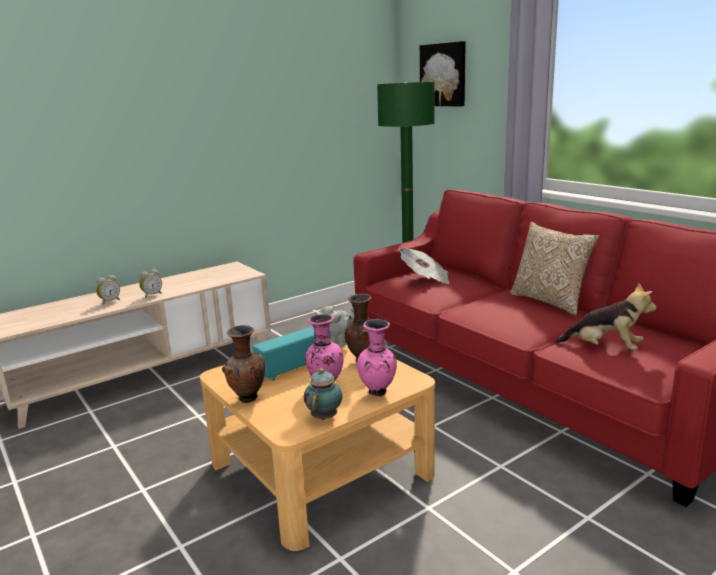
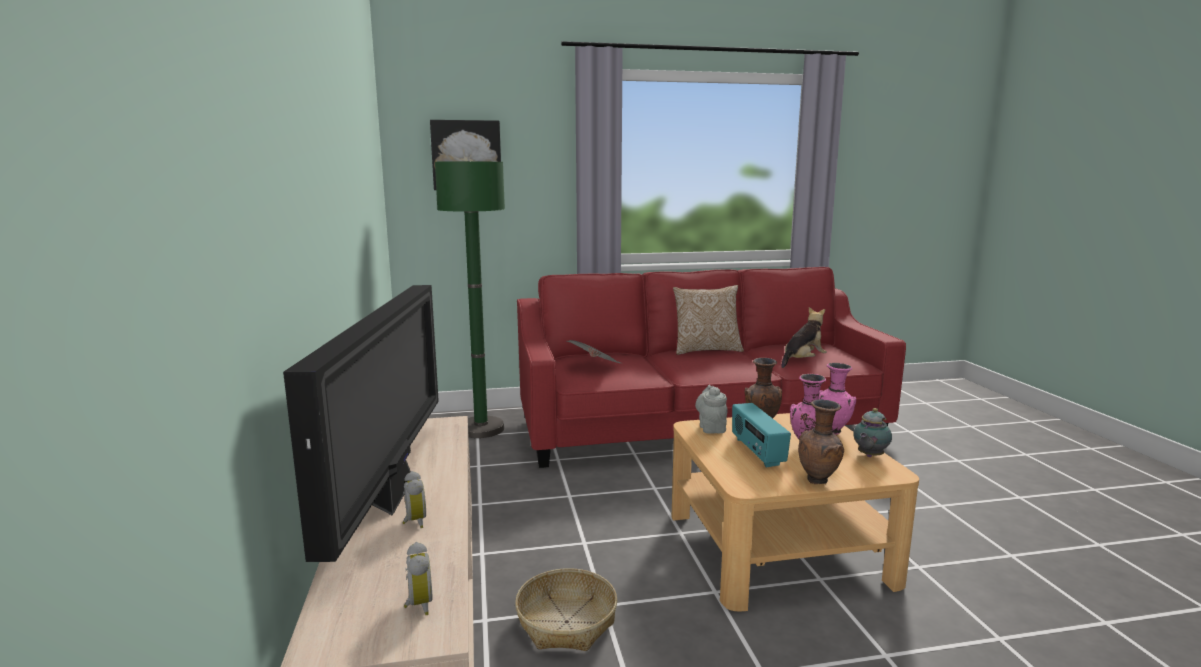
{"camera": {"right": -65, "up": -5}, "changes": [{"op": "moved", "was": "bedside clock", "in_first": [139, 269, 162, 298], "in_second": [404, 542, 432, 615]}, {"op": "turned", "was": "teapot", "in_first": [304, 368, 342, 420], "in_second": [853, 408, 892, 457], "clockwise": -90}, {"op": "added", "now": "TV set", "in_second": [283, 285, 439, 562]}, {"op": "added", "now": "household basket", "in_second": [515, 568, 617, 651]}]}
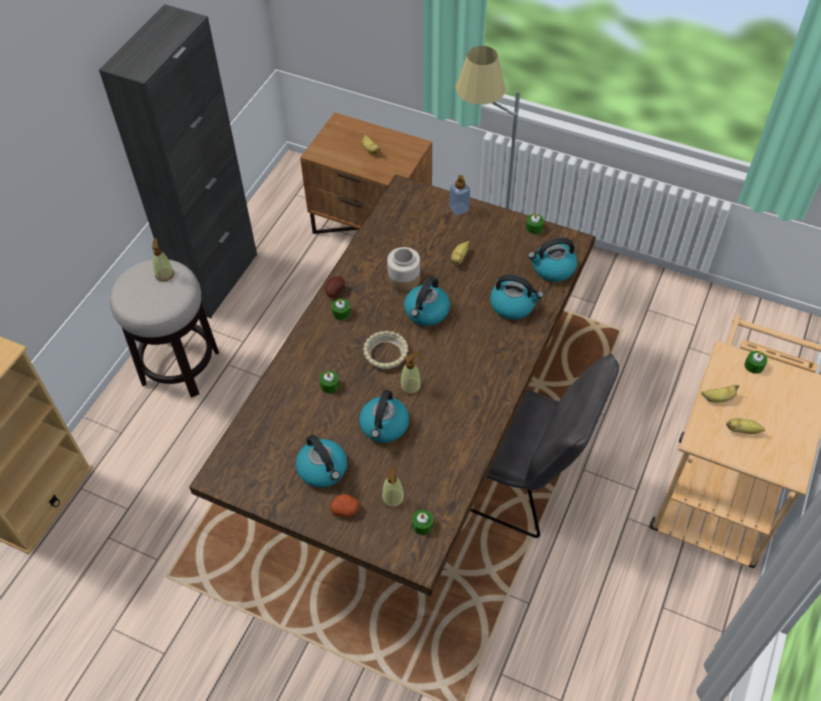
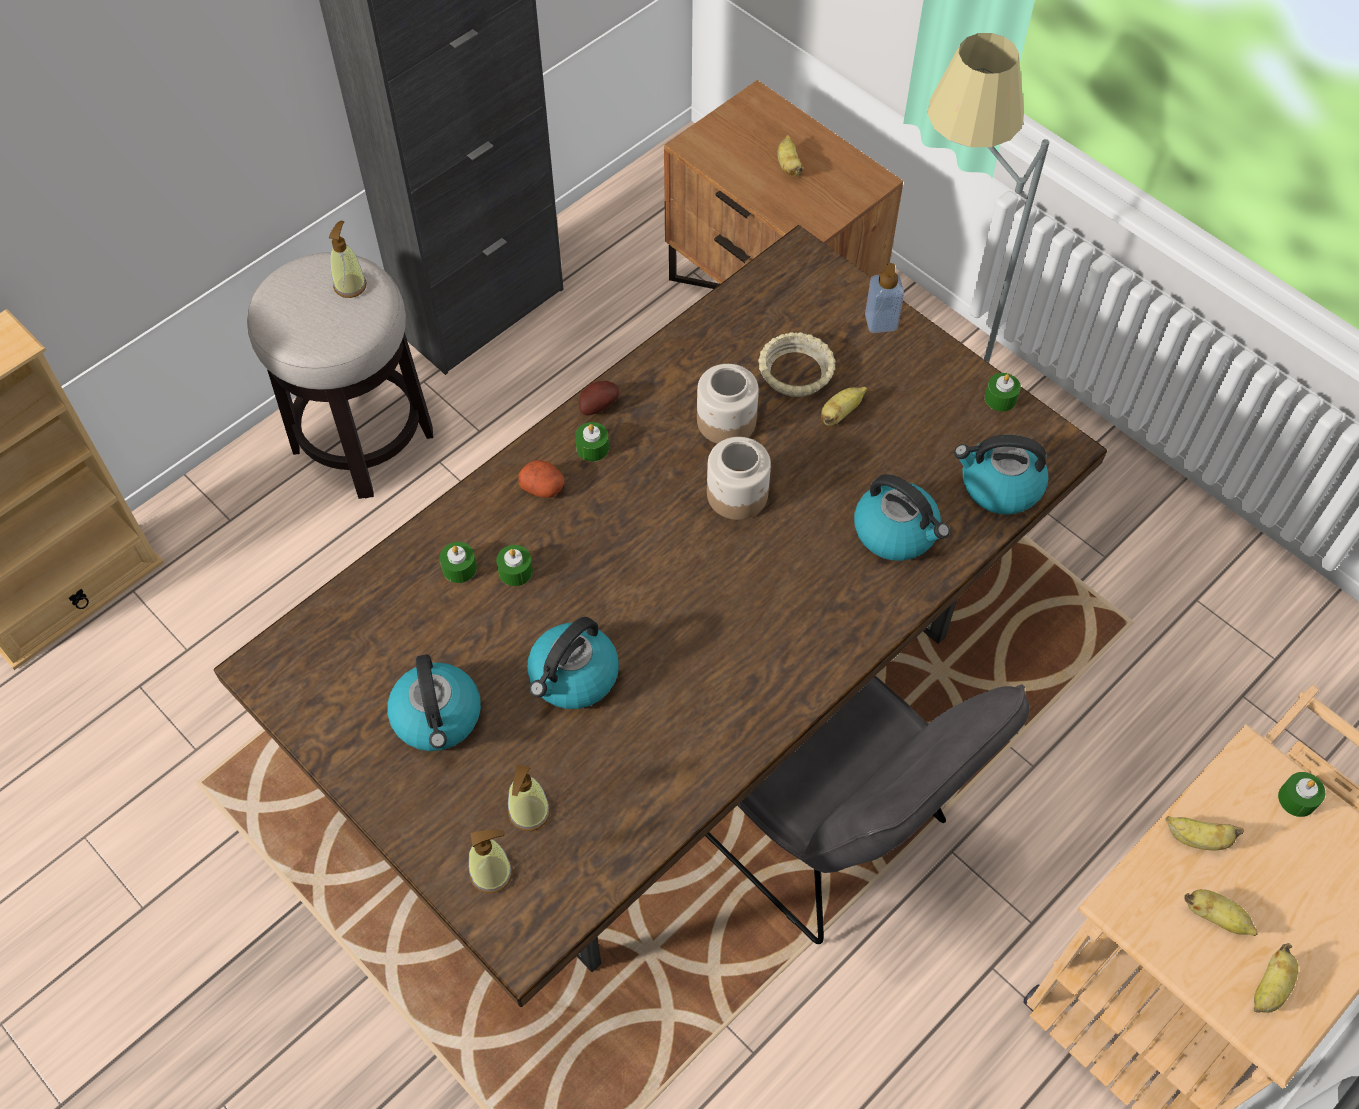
{"camera": {"right": 20, "up": 5}, "changes": [{"op": "replaced", "was": "tea kettle", "now": "jar", "in_first": [404, 277, 450, 326], "in_second": [707, 437, 771, 520]}, {"op": "moved", "was": "serving bowl (beige)", "in_first": [363, 331, 408, 369], "in_second": [758, 332, 836, 397]}, {"op": "moved", "was": "soap bottle", "in_first": [400, 352, 421, 395], "in_second": [469, 830, 513, 893]}, {"op": "moved", "was": "potato", "in_first": [330, 494, 359, 517], "in_second": [518, 460, 565, 498]}, {"op": "moved", "was": "wax candle (greenish)", "in_first": [412, 510, 433, 535], "in_second": [440, 542, 477, 583]}, {"op": "added", "now": "whole banana", "in_second": [1254, 943, 1298, 1013]}]}
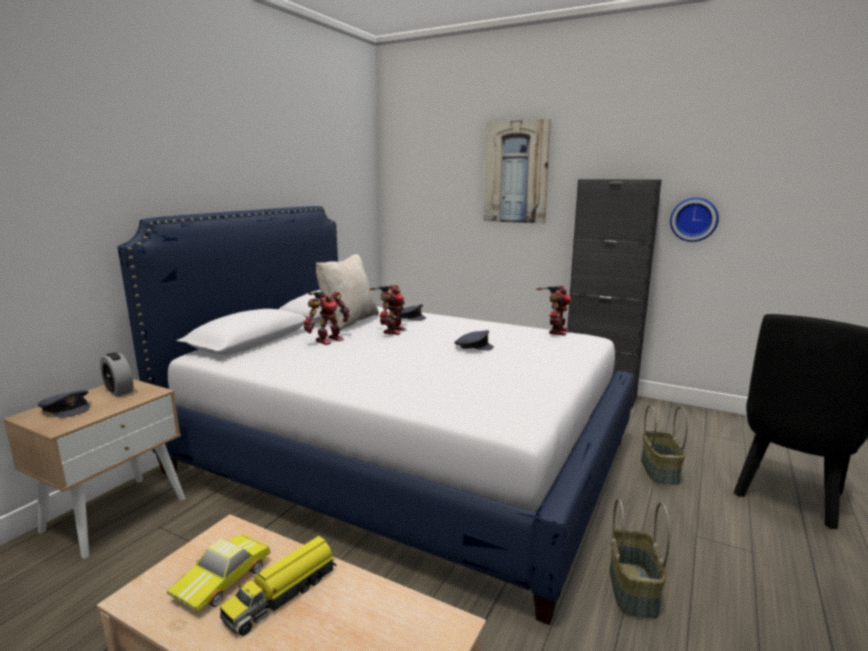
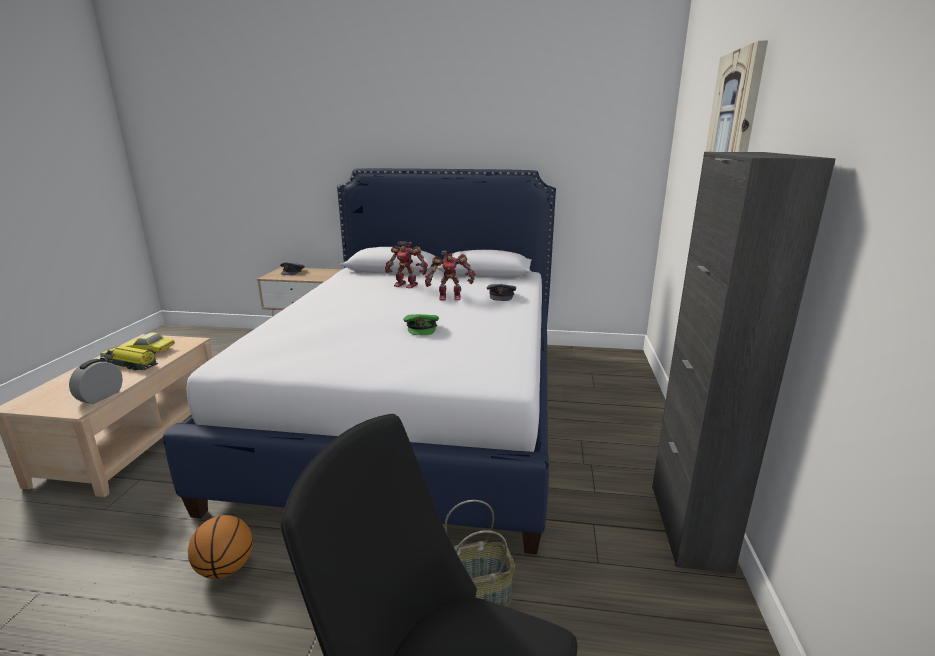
{"camera": {"right": 70, "up": 5}, "changes": [{"op": "removed", "was": "wall clock", "in_first": [670, 197, 719, 242]}, {"op": "removed", "was": "pillow (beige)", "in_first": [316, 254, 379, 331]}, {"op": "removed", "was": "toy robot", "in_first": [537, 285, 572, 336]}, {"op": "recoloured", "was": "peaked cap (gray)", "now": "peaked cap (greenish)", "in_first": [454, 330, 494, 351], "in_second": [403, 314, 439, 335]}, {"op": "moved", "was": "bedside clock", "in_first": [100, 352, 133, 396], "in_second": [69, 359, 123, 404]}, {"op": "replaced", "was": "household basket", "now": "basketball ball", "in_first": [610, 499, 670, 619], "in_second": [188, 515, 253, 579]}]}
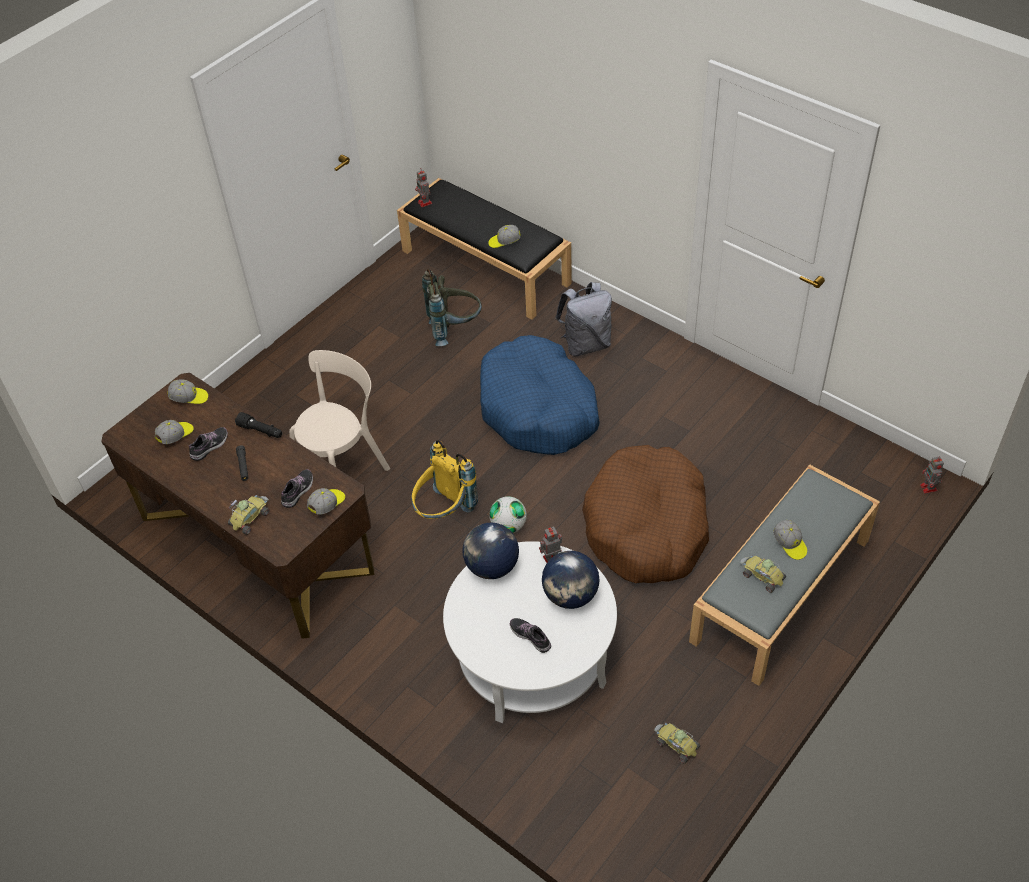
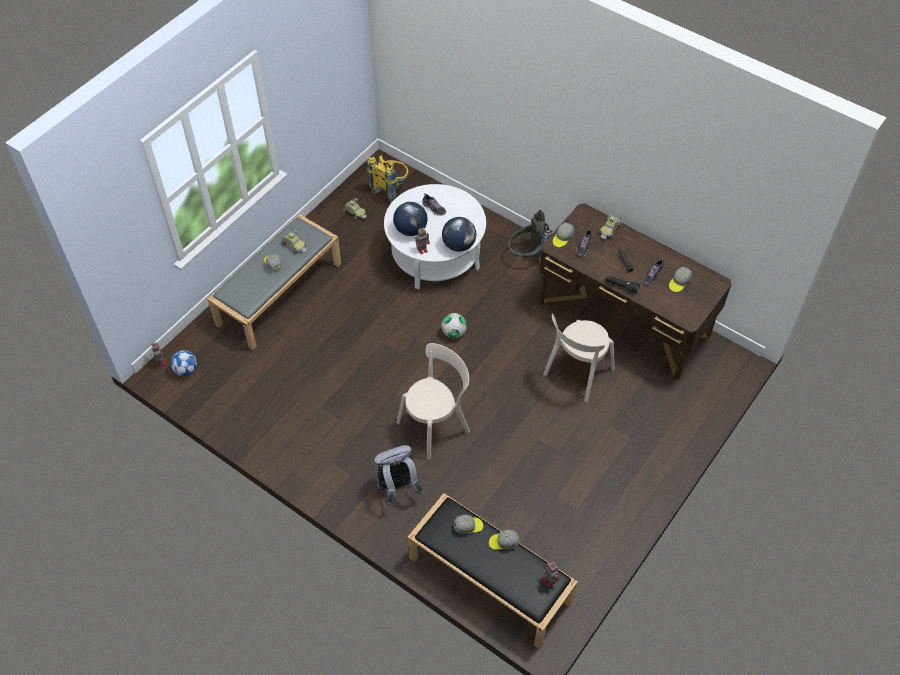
{"camera": {"right": 175, "up": 5}, "changes": [{"op": "moved", "was": "backpack (gray)", "in_first": [422, 269, 482, 346], "in_second": [508, 210, 553, 261]}, {"op": "replaced", "was": "dog bed (bluish)", "now": "chair (beige)", "in_first": [480, 335, 600, 455], "in_second": [397, 343, 470, 459]}, {"op": "moved", "was": "peaked cap", "in_first": [168, 379, 208, 404], "in_second": [489, 530, 519, 550]}, {"op": "moved", "was": "backpack (yellowish)", "in_first": [411, 440, 478, 519], "in_second": [367, 155, 409, 204]}, {"op": "removed", "was": "dog bed (brown)", "in_first": [582, 445, 709, 583]}, {"op": "added", "now": "football ball", "in_second": [170, 350, 197, 376]}]}
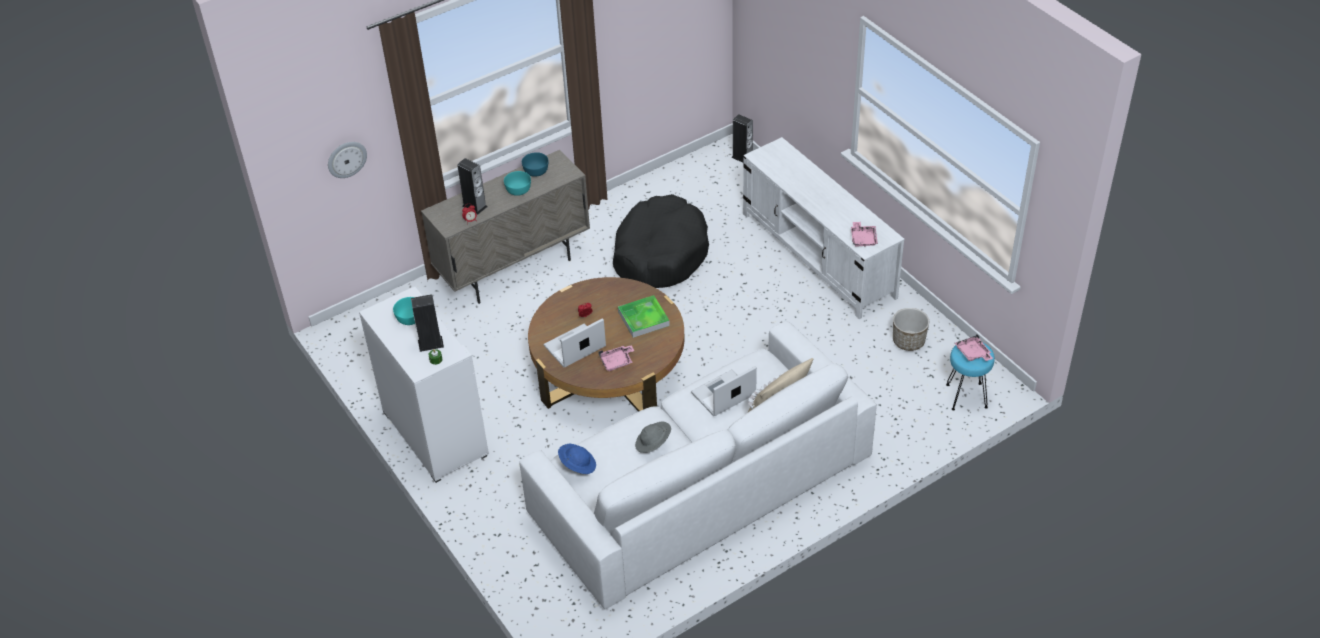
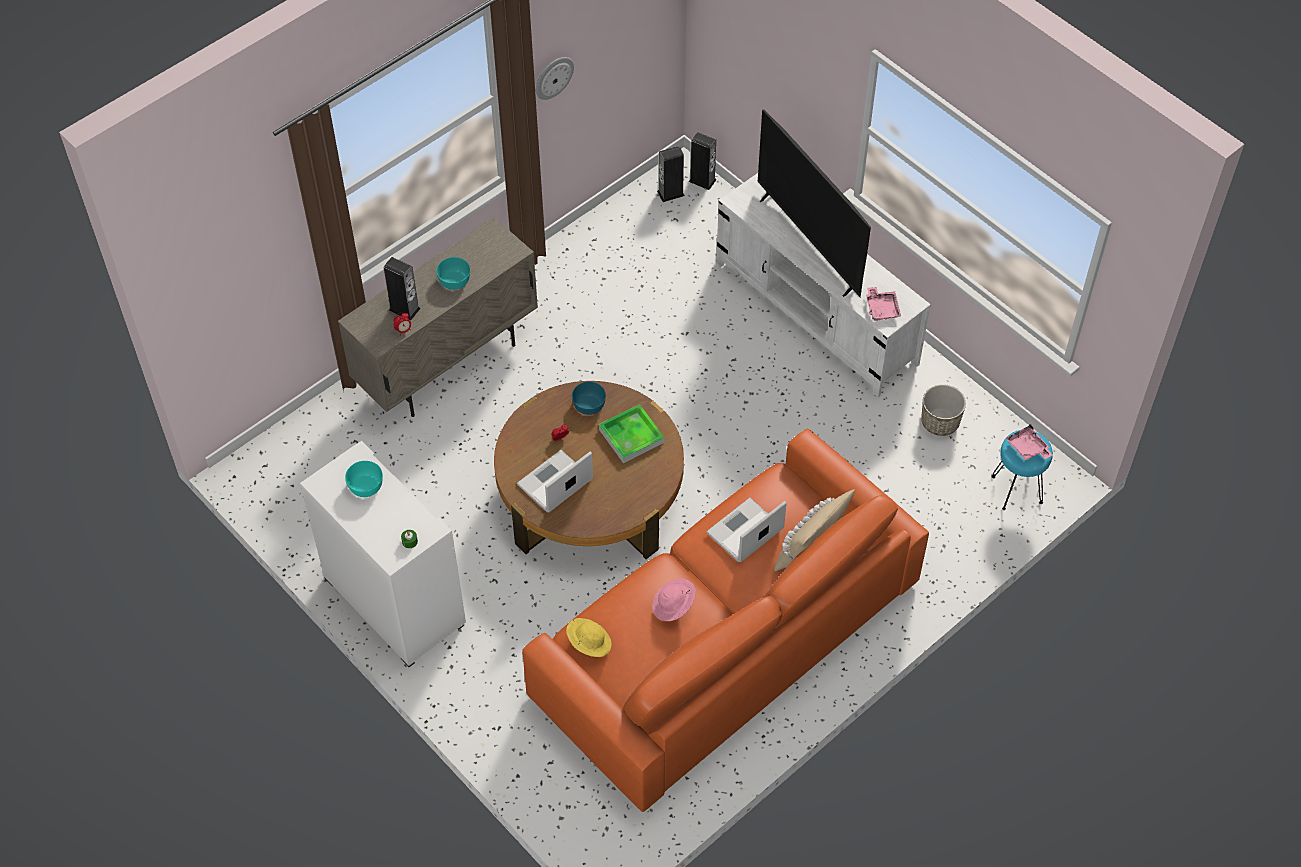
{"camera": {"right": -10, "up": 10}, "changes": [{"op": "moved", "was": "wall clock", "in_first": [328, 142, 367, 178], "in_second": [536, 57, 574, 100]}, {"op": "moved", "was": "serving bowl (turquoise-coloured)", "in_first": [522, 152, 548, 177], "in_second": [572, 382, 606, 415]}, {"op": "removed", "was": "dog bed (blackish)", "in_first": [613, 194, 709, 288]}, {"op": "moved", "was": "loudspeaker", "in_first": [411, 294, 444, 352], "in_second": [657, 146, 685, 202]}, {"op": "recoloured", "was": "sofa (white)", "now": "sofa (orange)", "in_first": [519, 321, 877, 609], "in_second": [522, 429, 929, 812]}, {"op": "removed", "was": "tray (pink)", "in_first": [598, 345, 634, 371]}, {"op": "recoloured", "was": "wearable hat (gray)", "now": "wearable hat (pink)", "in_first": [635, 421, 671, 453], "in_second": [652, 578, 696, 621]}, {"op": "recoloured", "was": "wearable hat (bluish)", "now": "wearable hat (yellowish)", "in_first": [558, 444, 596, 474], "in_second": [566, 618, 611, 657]}, {"op": "added", "now": "TV set", "in_second": [758, 110, 871, 297]}]}
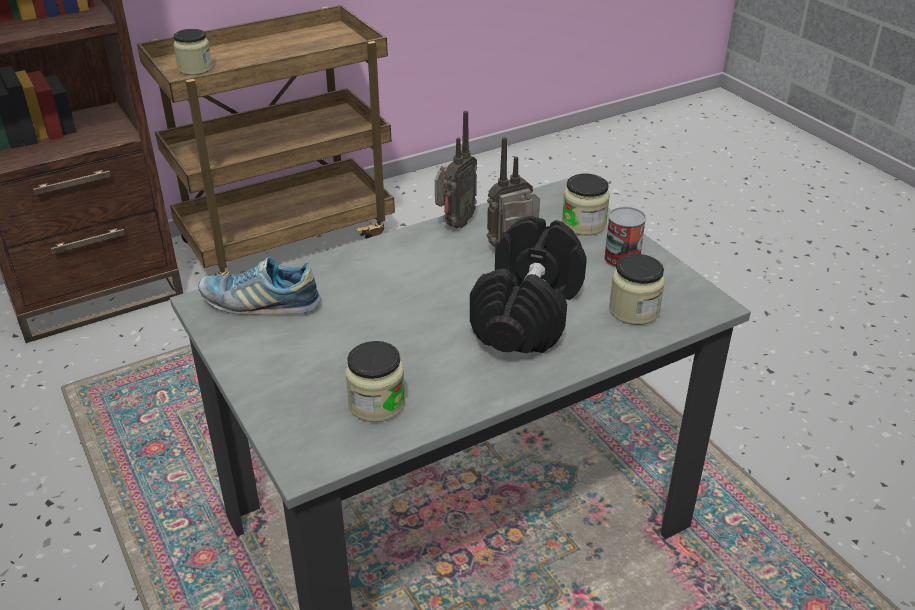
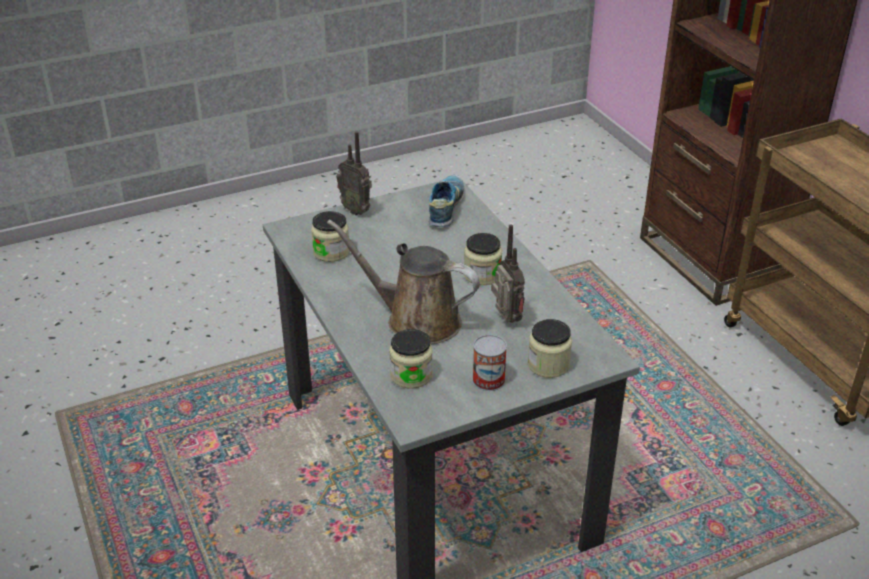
{"camera": {"right": 95, "up": 0}, "changes": [{"op": "moved", "was": "jar", "in_first": [173, 29, 213, 75], "in_second": [464, 233, 502, 285]}, {"op": "moved", "was": "radio set", "in_first": [435, 111, 477, 228], "in_second": [336, 131, 372, 215]}, {"op": "replaced", "was": "free weight (blackish)", "now": "sprinkling can (brown)", "in_first": [470, 216, 587, 353], "in_second": [327, 219, 480, 344]}]}
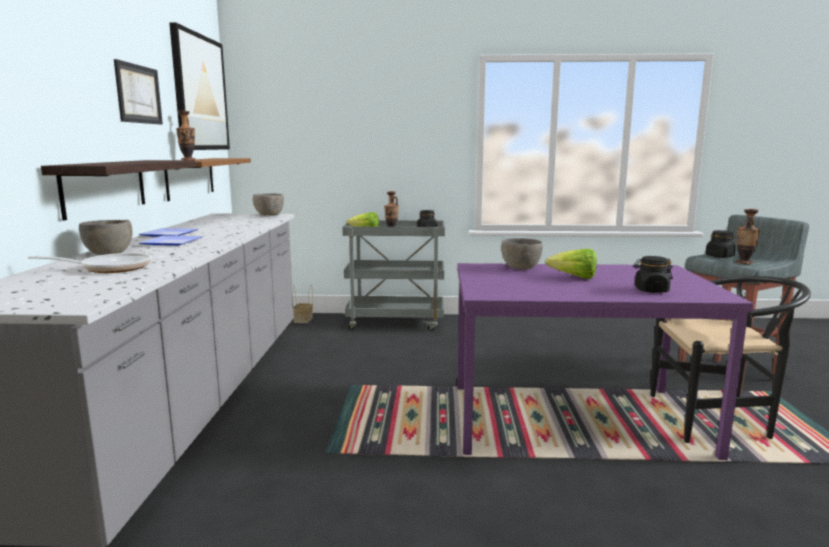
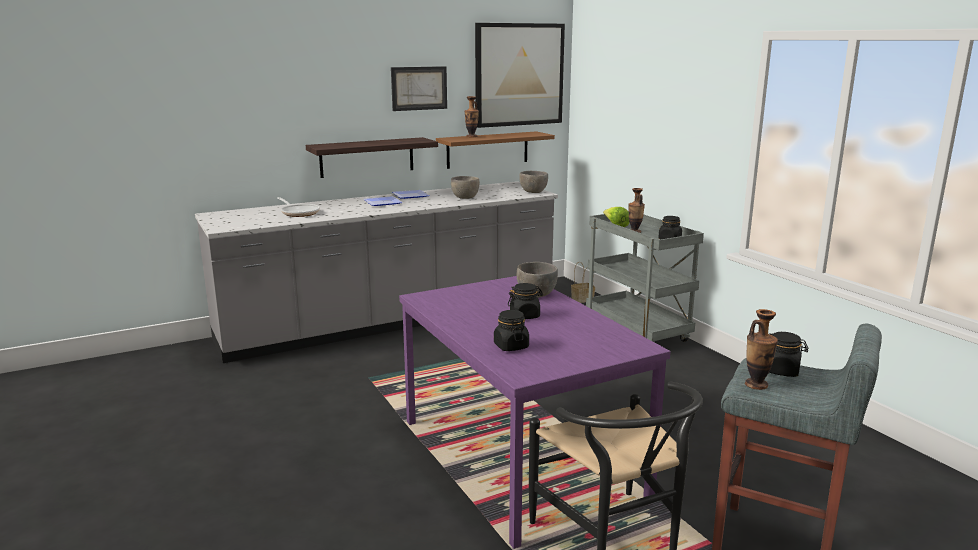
{"camera": {"right": 60, "up": 5}, "changes": [{"op": "moved", "was": "serving bowl (gray)", "in_first": [79, 220, 133, 255], "in_second": [451, 176, 479, 199]}, {"op": "replaced", "was": "lettuce head", "now": "jar (blackish)", "in_first": [545, 249, 597, 279], "in_second": [508, 283, 543, 319]}]}
